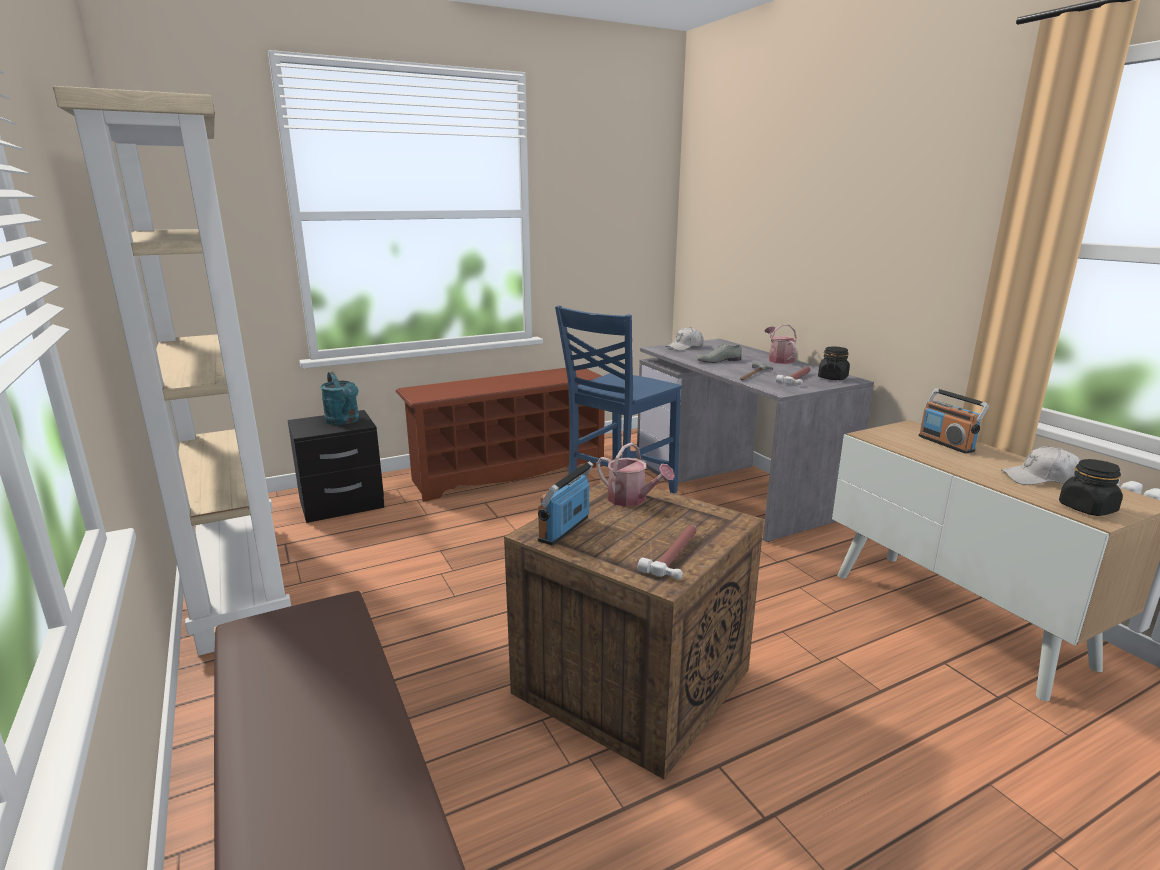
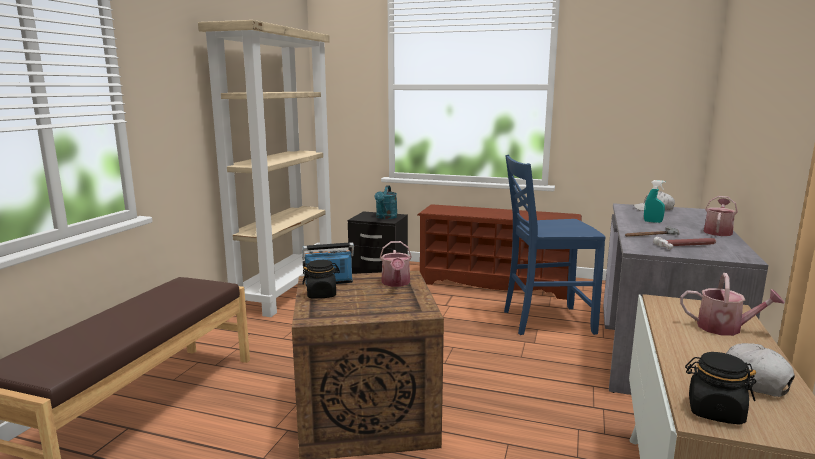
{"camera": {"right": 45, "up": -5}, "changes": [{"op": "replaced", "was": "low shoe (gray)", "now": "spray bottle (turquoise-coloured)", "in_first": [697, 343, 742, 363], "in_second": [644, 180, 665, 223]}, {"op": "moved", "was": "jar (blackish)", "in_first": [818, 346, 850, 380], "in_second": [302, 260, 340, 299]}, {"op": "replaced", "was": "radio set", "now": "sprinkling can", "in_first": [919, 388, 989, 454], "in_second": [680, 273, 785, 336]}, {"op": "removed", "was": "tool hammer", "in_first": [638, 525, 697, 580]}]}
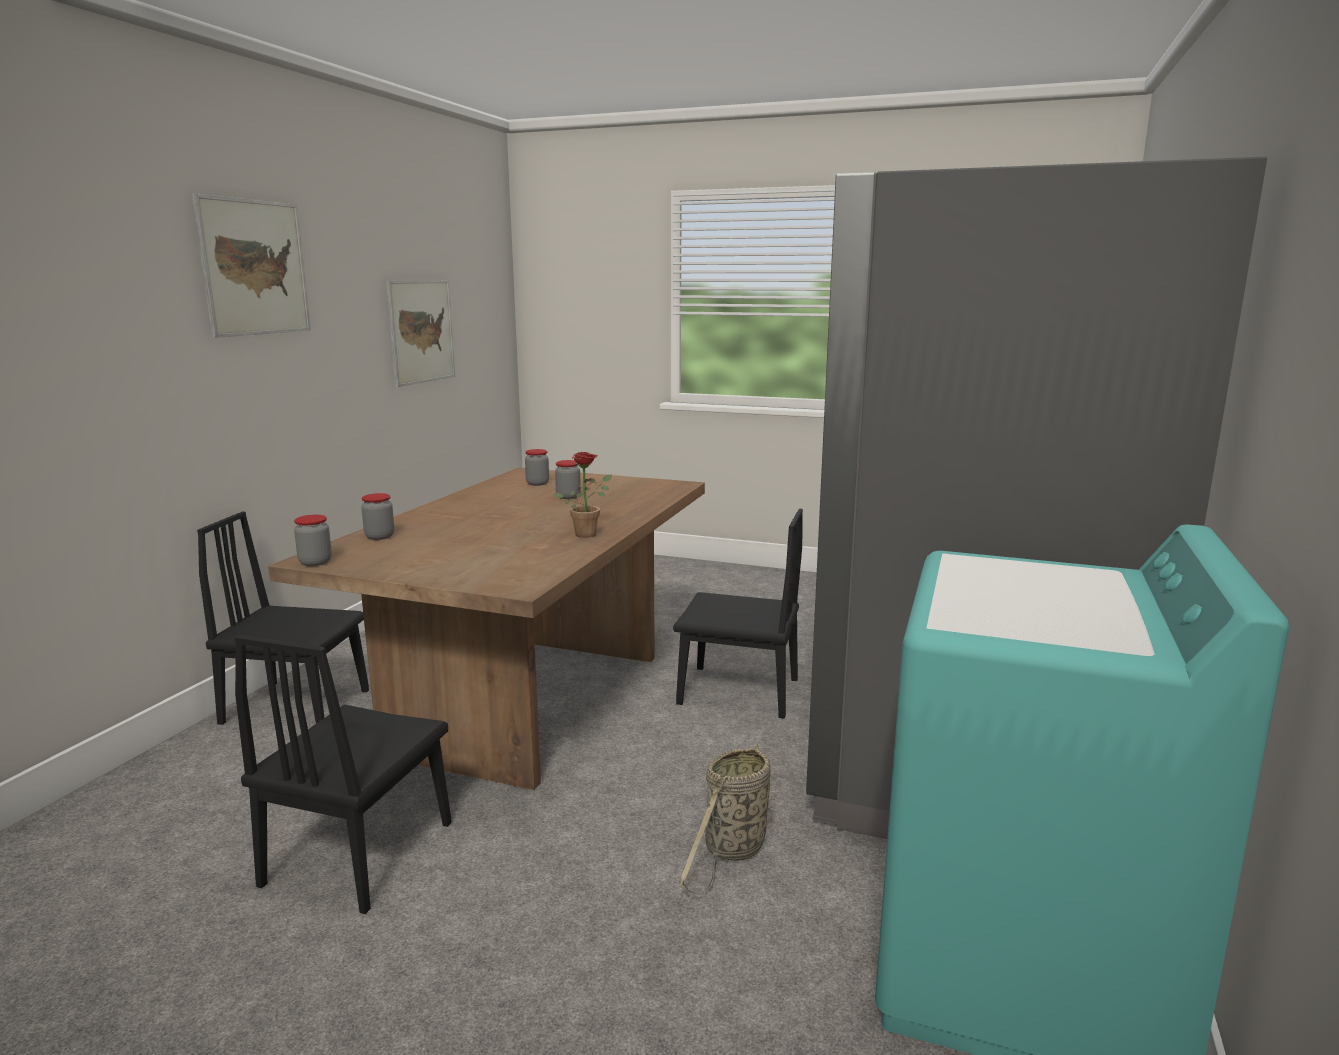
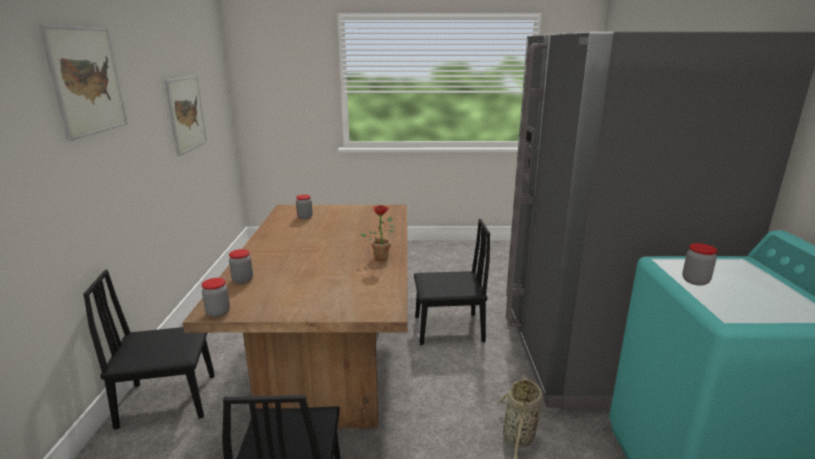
{"camera": {"right": -20, "up": 5}, "changes": [{"op": "moved", "was": "jar", "in_first": [555, 460, 581, 499], "in_second": [682, 243, 717, 286]}]}
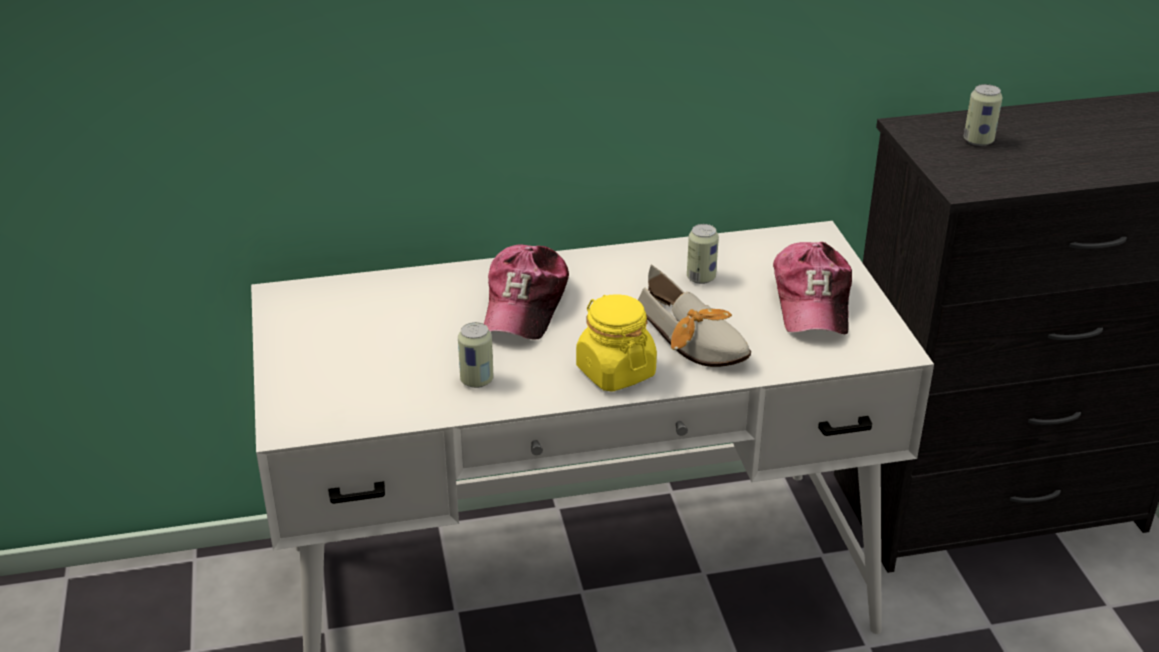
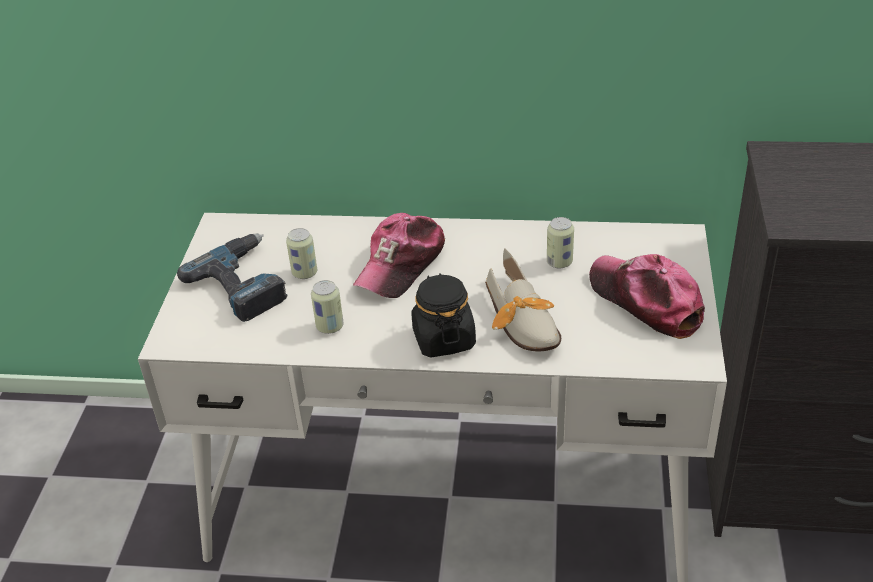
{"camera": {"right": 20, "up": 5}, "changes": [{"op": "moved", "was": "metal can", "in_first": [964, 84, 1003, 146], "in_second": [286, 228, 317, 279]}, {"op": "turned", "was": "peaked cap", "in_first": [773, 242, 852, 334], "in_second": [589, 254, 705, 339], "clockwise": 120}, {"op": "recoloured", "was": "jar (yellowish)", "now": "jar (blackish)", "in_first": [576, 294, 657, 392], "in_second": [411, 273, 476, 357]}, {"op": "added", "now": "power drill", "in_second": [177, 233, 288, 322]}]}
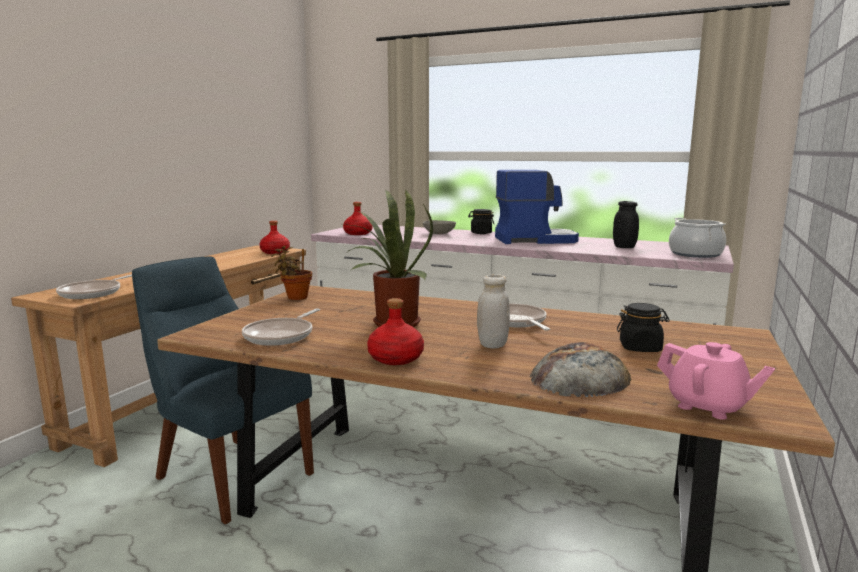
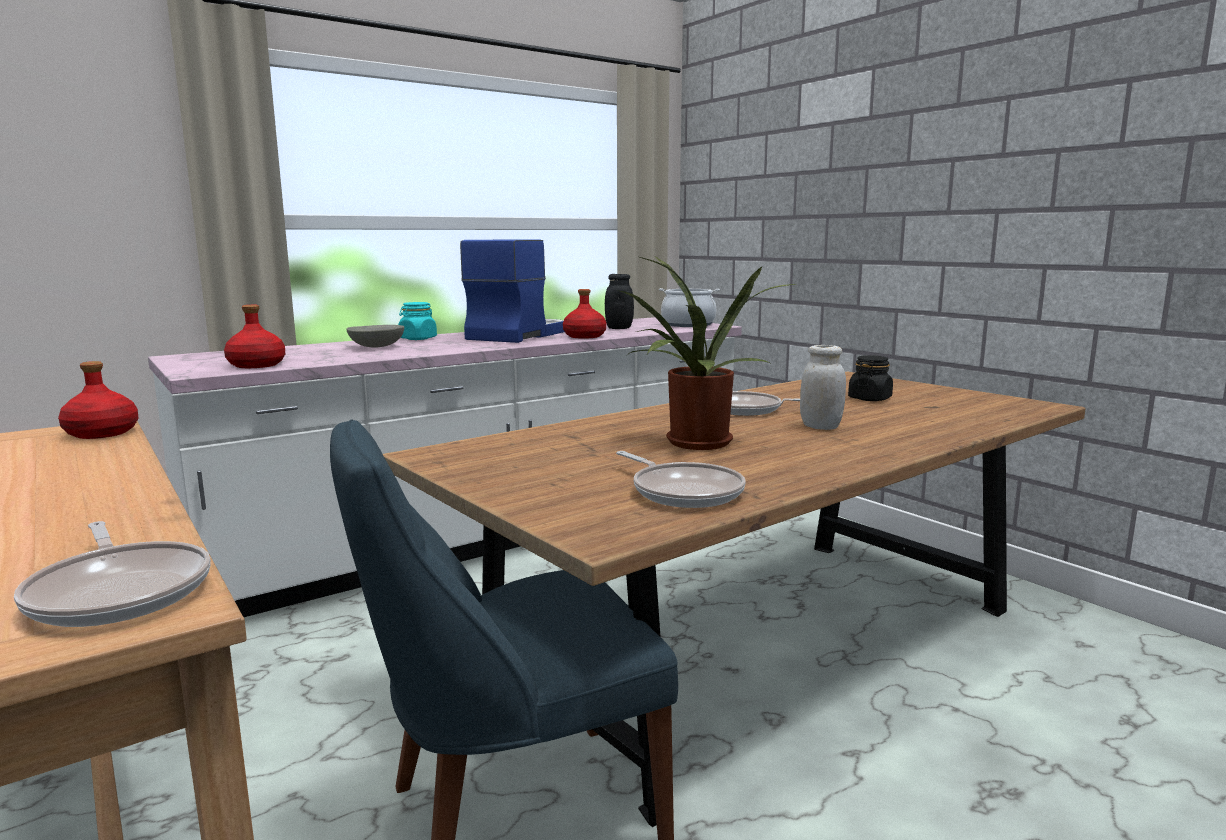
{"camera": {"right": -60, "up": 0}, "changes": [{"op": "recoloured", "was": "jar (blackish)", "now": "jar (turquoise-coloured)", "in_first": [468, 209, 494, 234], "in_second": [398, 302, 437, 340]}, {"op": "removed", "was": "houseplant", "in_first": [271, 246, 312, 300]}, {"op": "moved", "was": "drink bottle (red)", "in_first": [367, 298, 424, 365], "in_second": [563, 289, 606, 339]}, {"op": "removed", "was": "bread", "in_first": [530, 342, 632, 397]}, {"op": "removed", "was": "teapot (pink)", "in_first": [657, 342, 775, 420]}]}
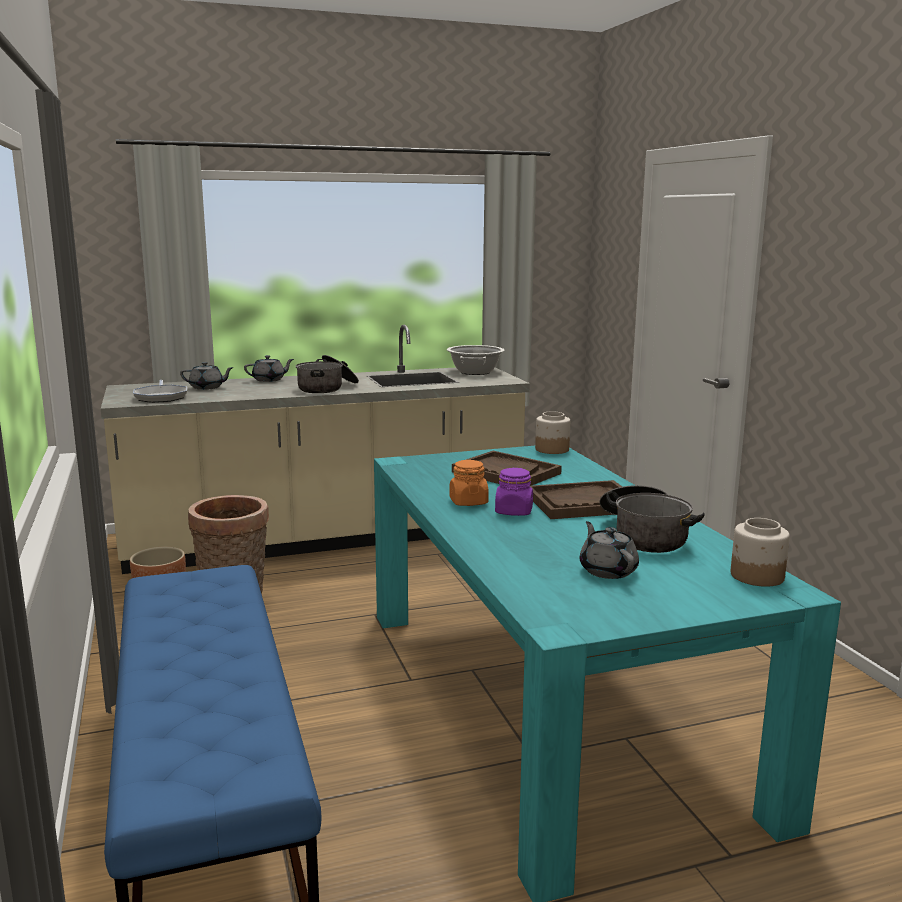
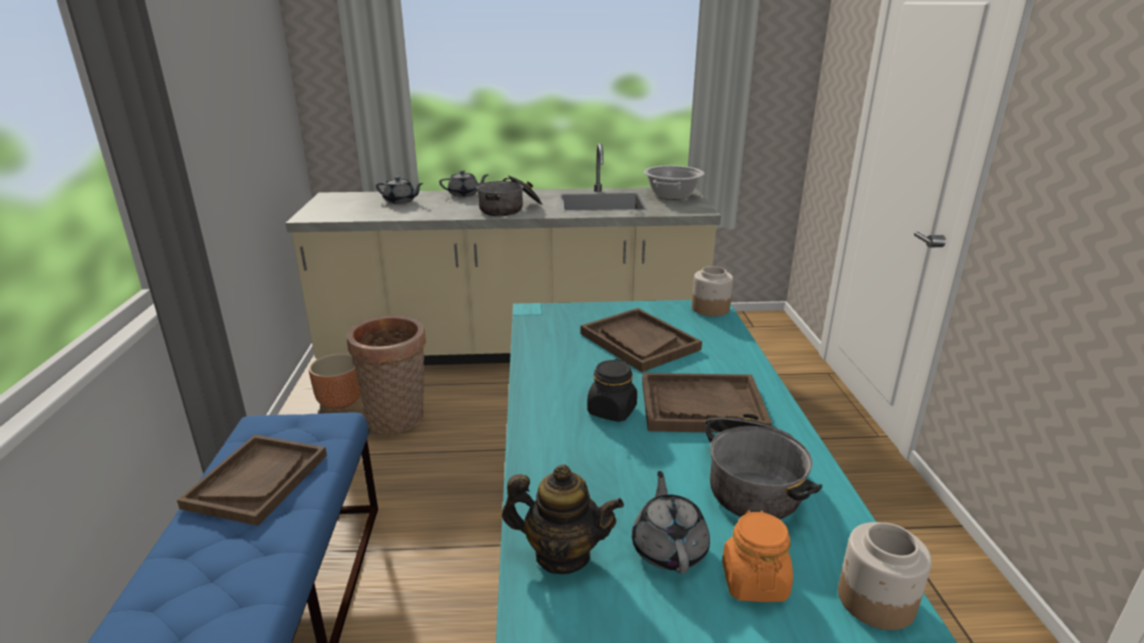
{"camera": {"right": 15, "up": 10}, "changes": [{"op": "removed", "was": "frying pan", "in_first": [133, 380, 187, 403]}, {"op": "moved", "was": "jar (orange)", "in_first": [449, 460, 489, 506], "in_second": [722, 510, 793, 602]}, {"op": "recoloured", "was": "jar (purple-coloured)", "now": "jar (blackish)", "in_first": [495, 468, 533, 516], "in_second": [587, 359, 637, 422]}, {"op": "added", "now": "tray (brown)", "in_second": [177, 435, 327, 526]}, {"op": "added", "now": "teapot", "in_second": [502, 464, 624, 574]}]}
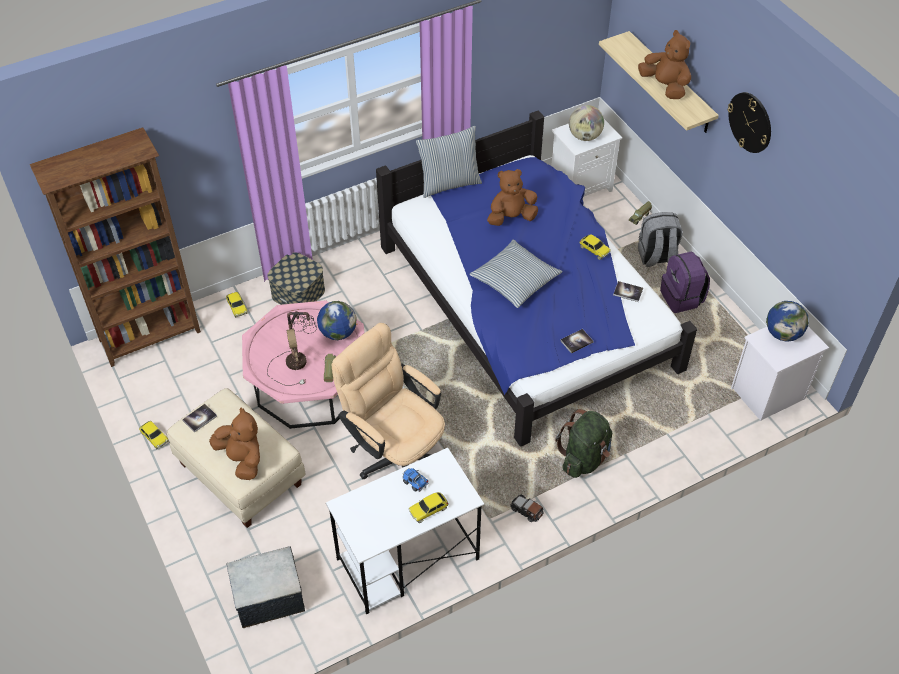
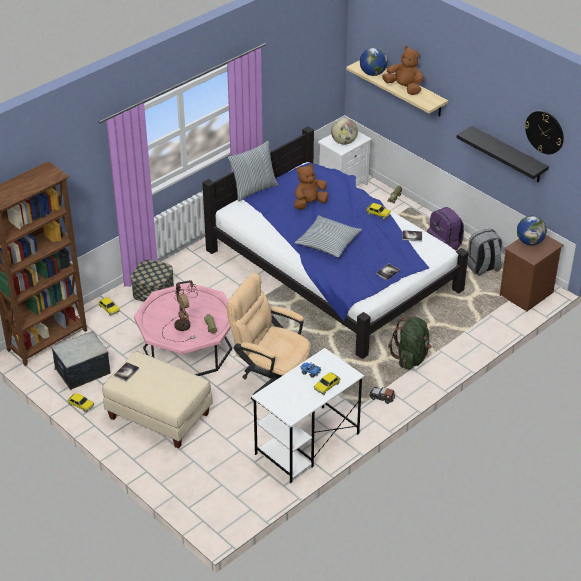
{"camera": {"right": -15, "up": -10}, "changes": [{"op": "moved", "was": "wall clock", "in_first": [727, 92, 771, 153], "in_second": [524, 111, 564, 154]}, {"op": "moved", "was": "backpack (gray)", "in_first": [638, 212, 683, 267], "in_second": [467, 229, 502, 275]}, {"op": "moved", "was": "desk globe", "in_first": [317, 301, 357, 340], "in_second": [360, 48, 388, 76]}, {"op": "recoloured", "was": "bedside table (white)", "now": "bedside table (brown)", "in_first": [731, 326, 829, 421], "in_second": [500, 235, 564, 312]}, {"op": "removed", "was": "cuddly toy (brown)", "in_first": [209, 407, 260, 480]}, {"op": "moved", "was": "storage container", "in_first": [226, 546, 305, 628], "in_second": [51, 331, 110, 390]}, {"op": "added", "now": "bracket shelf (blackish)", "in_second": [456, 126, 549, 182]}]}
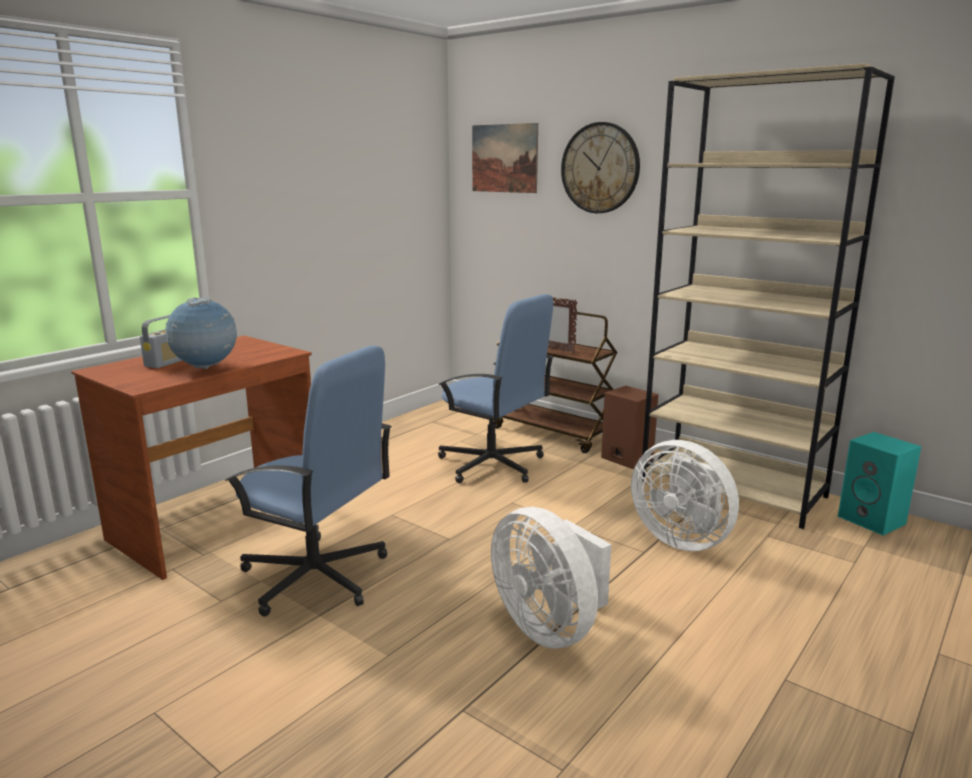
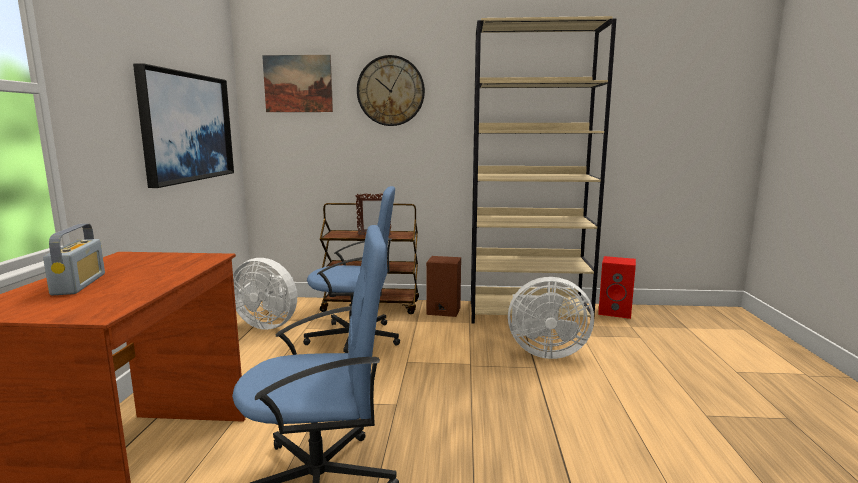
{"camera": {"right": -35, "up": -5}, "changes": [{"op": "removed", "was": "desk globe", "in_first": [165, 297, 237, 369]}, {"op": "recoloured", "was": "loudspeaker (turquoise-coloured)", "now": "loudspeaker (red)", "in_first": [838, 432, 921, 536], "in_second": [598, 256, 636, 319]}, {"op": "moved", "was": "cooling fan (white)", "in_first": [491, 507, 611, 649], "in_second": [233, 258, 297, 330]}, {"op": "added", "now": "wall art", "in_second": [133, 63, 234, 188]}]}
